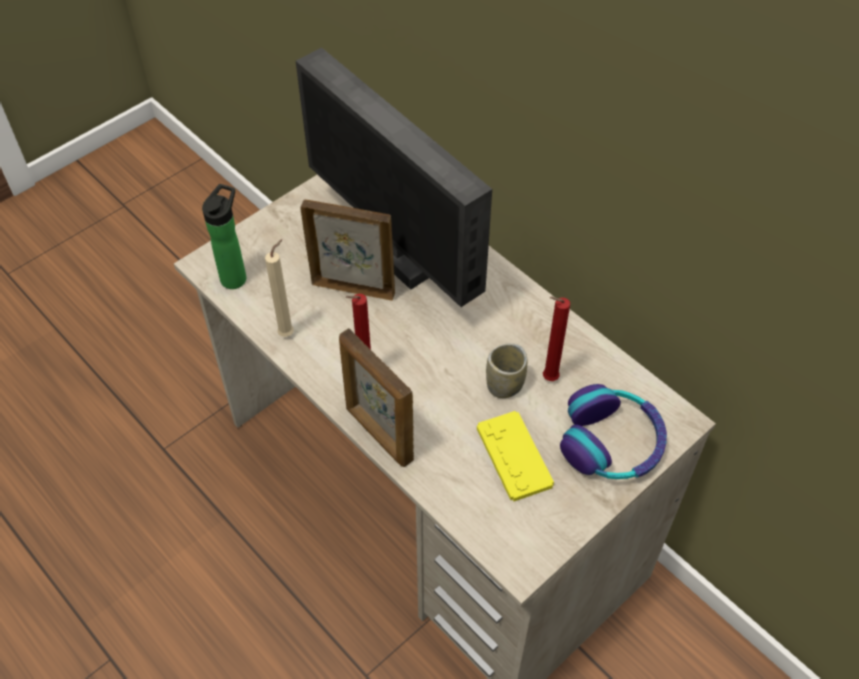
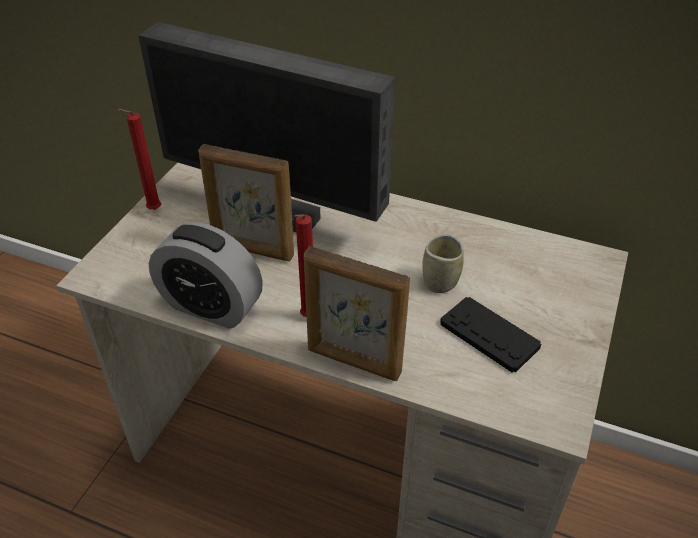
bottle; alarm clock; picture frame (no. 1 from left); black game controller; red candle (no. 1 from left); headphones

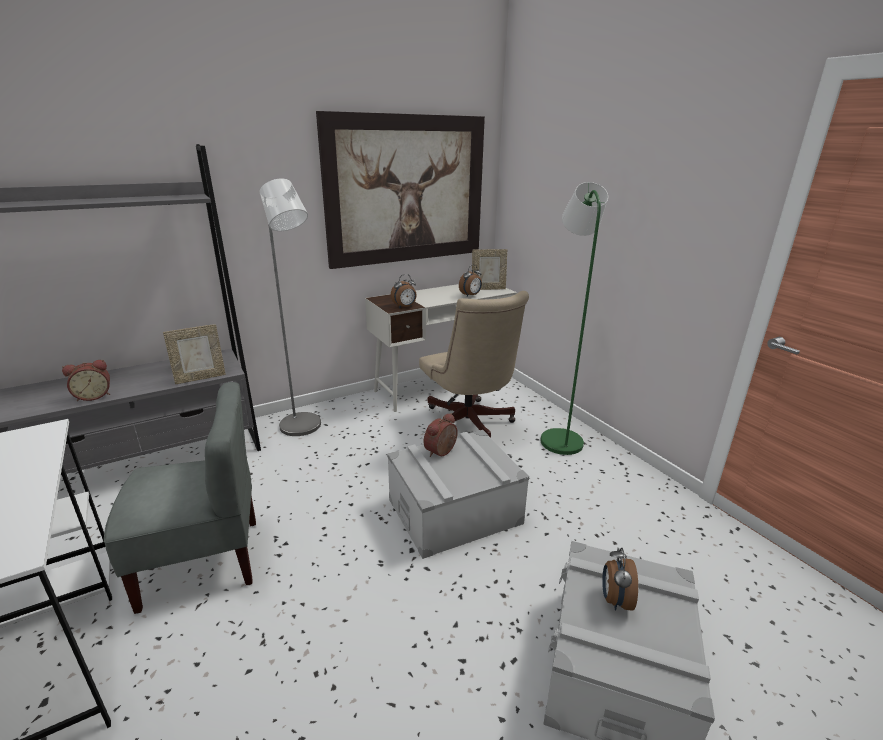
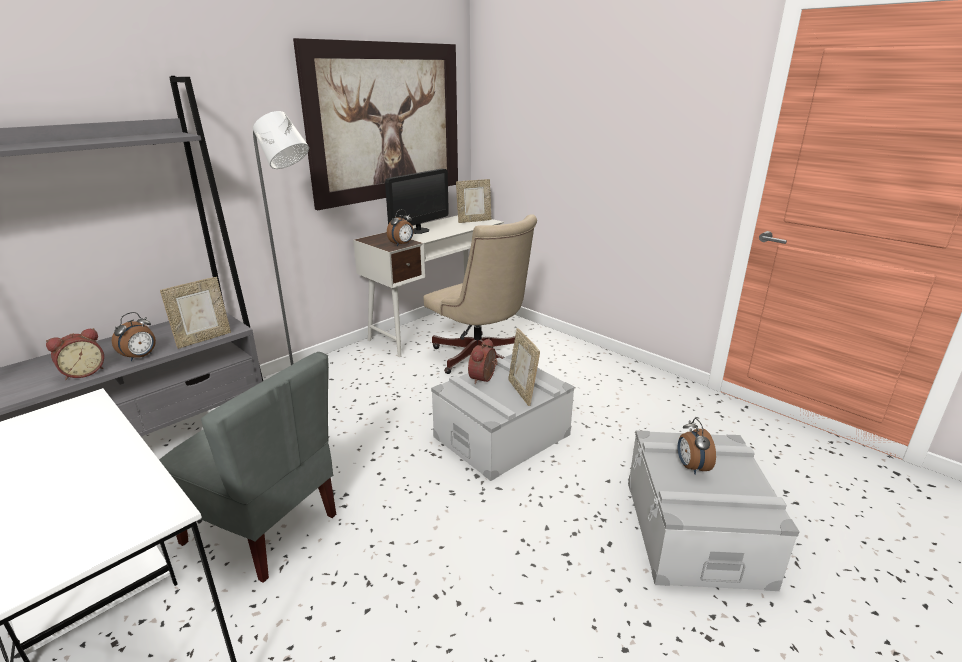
grey chair; alarm clock (no. 2 from left); green floor lamp; monitor; picture frame (no. 3 from left)

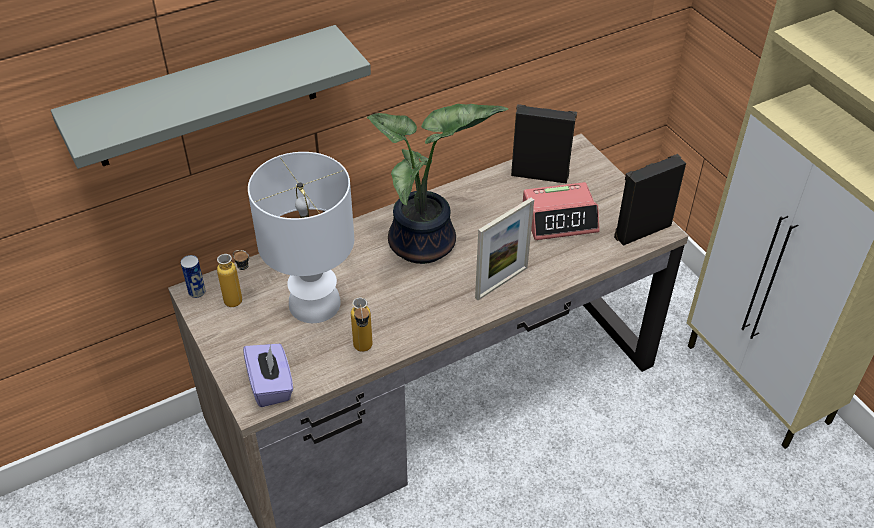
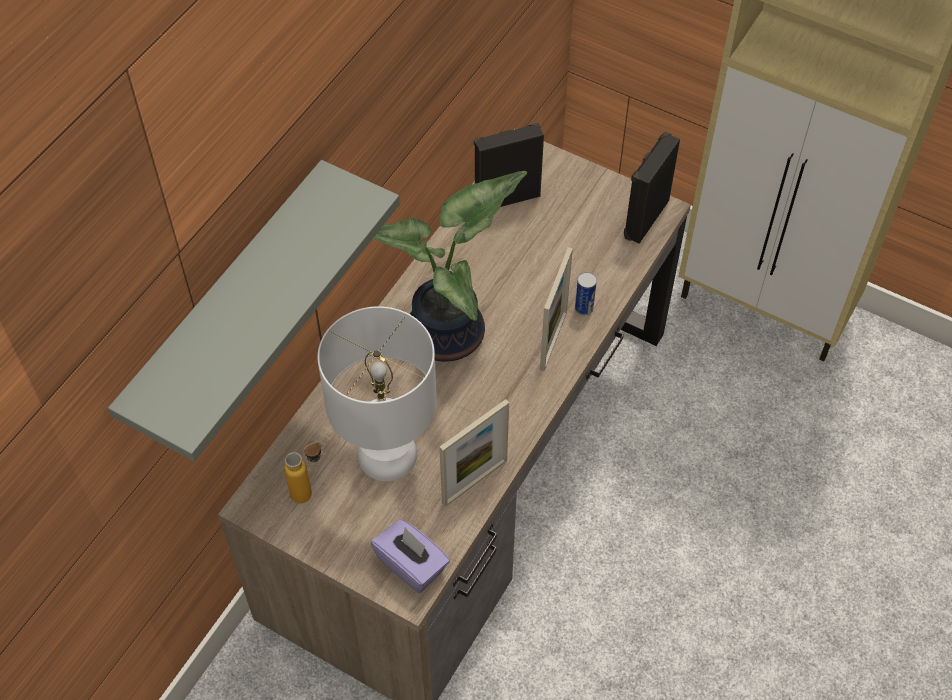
can; picture frame (no. 1 from left); alarm clock

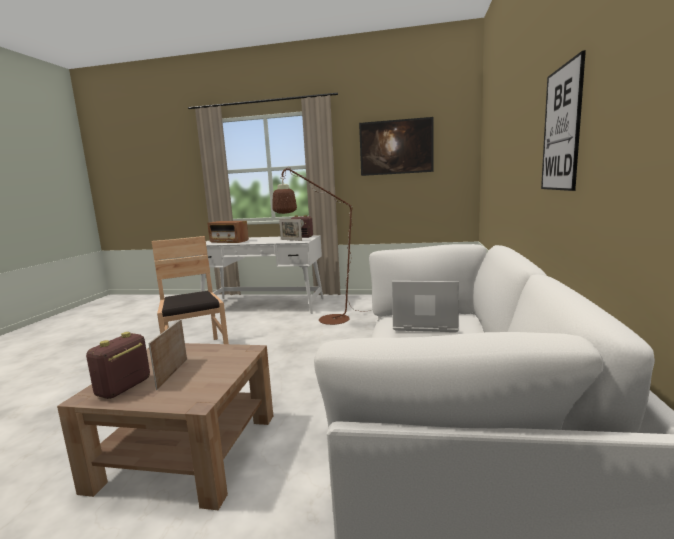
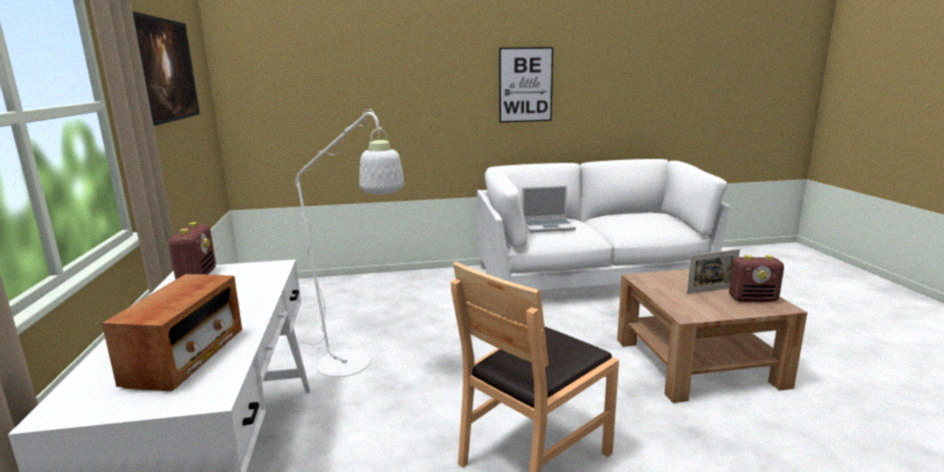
white floor lamp; picture frame (no. 2 from left in the first image); laptop

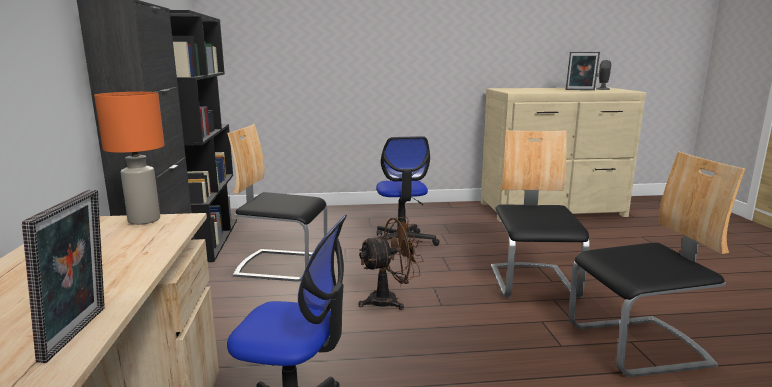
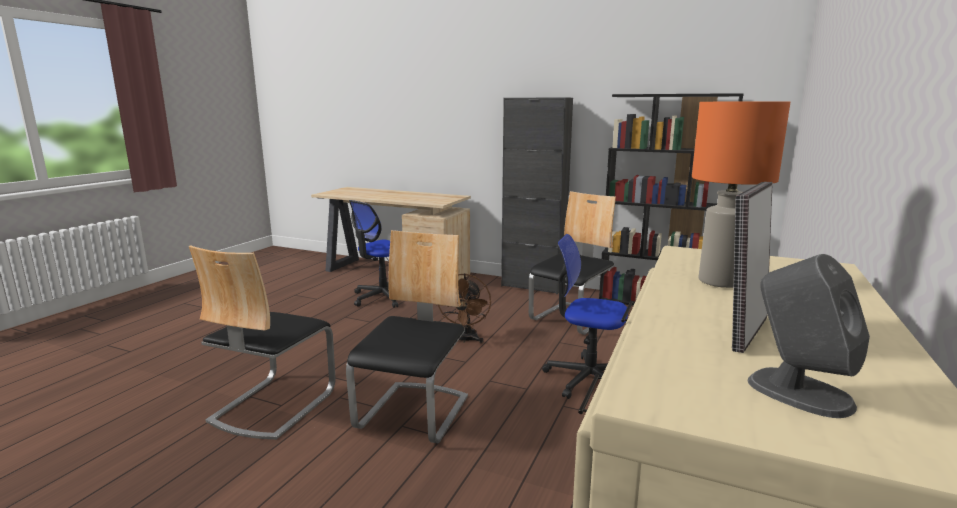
picture frame (no. 1 from left in the first image); orange table lamp; chair (no. 2 from left)

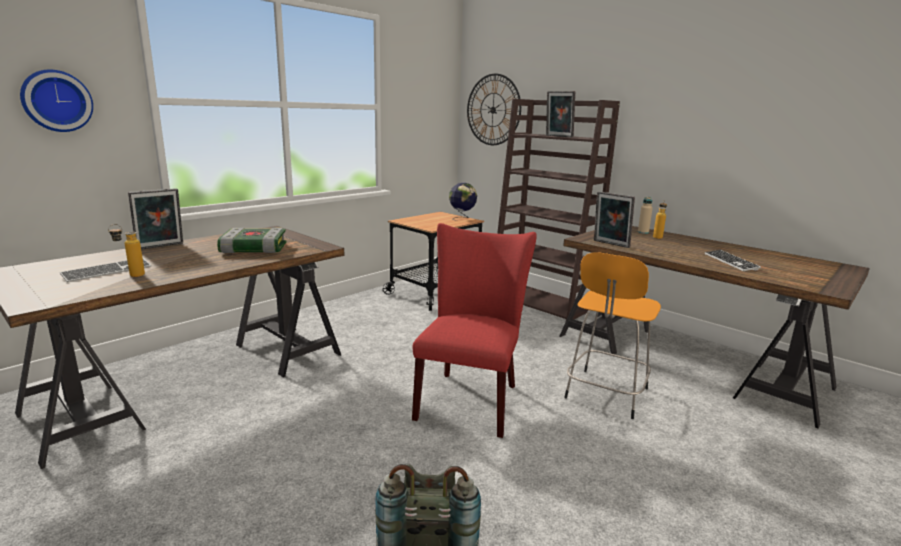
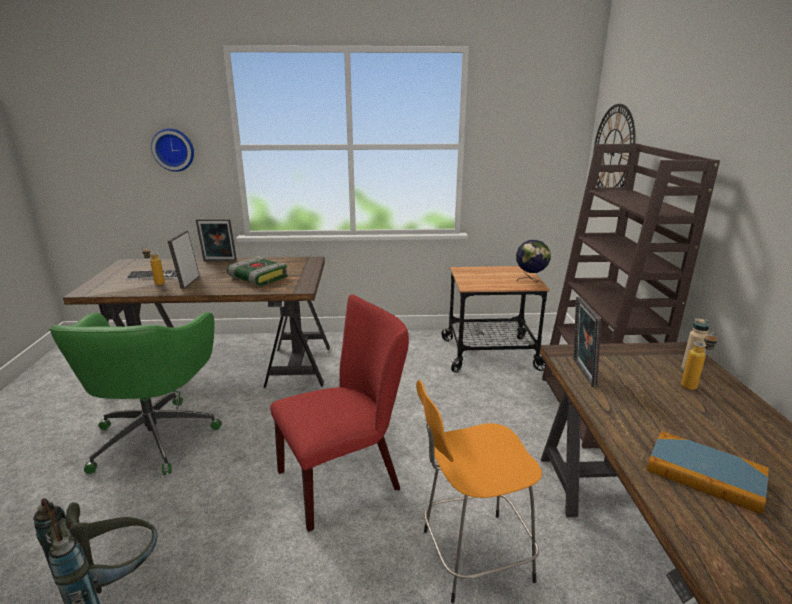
picture frame (no. 1 from left); book (no. 2 from left); green office chair

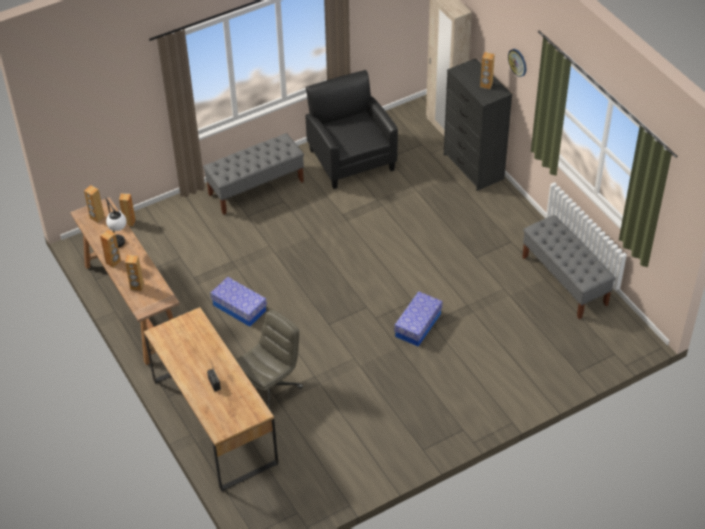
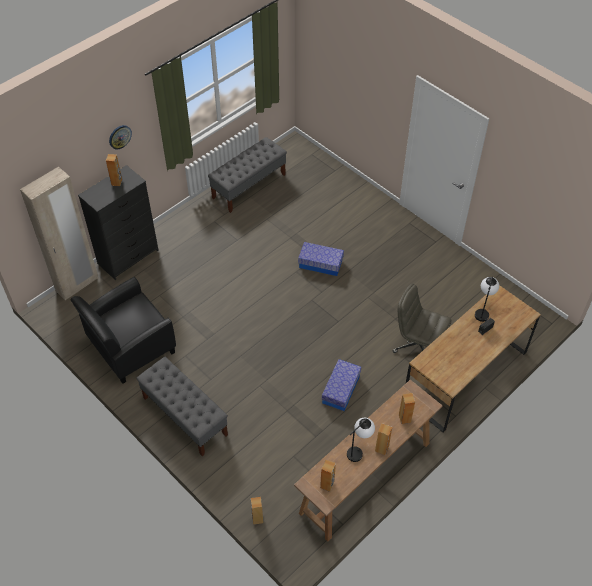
table lamp (no. 2 from left)

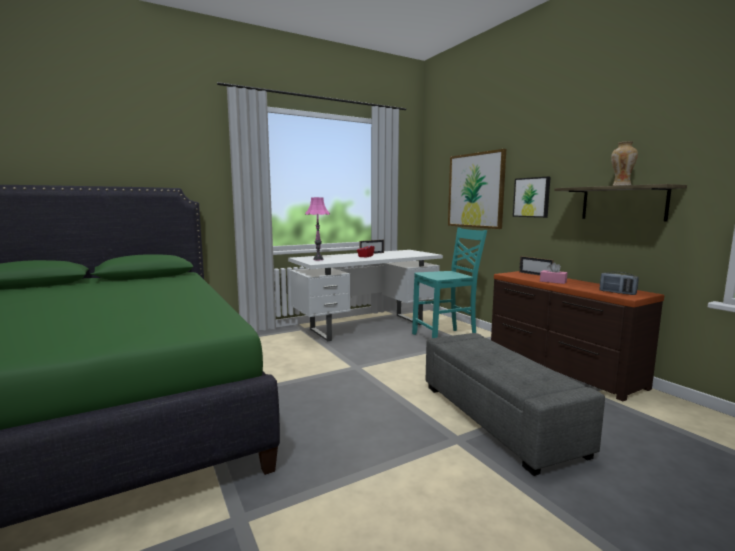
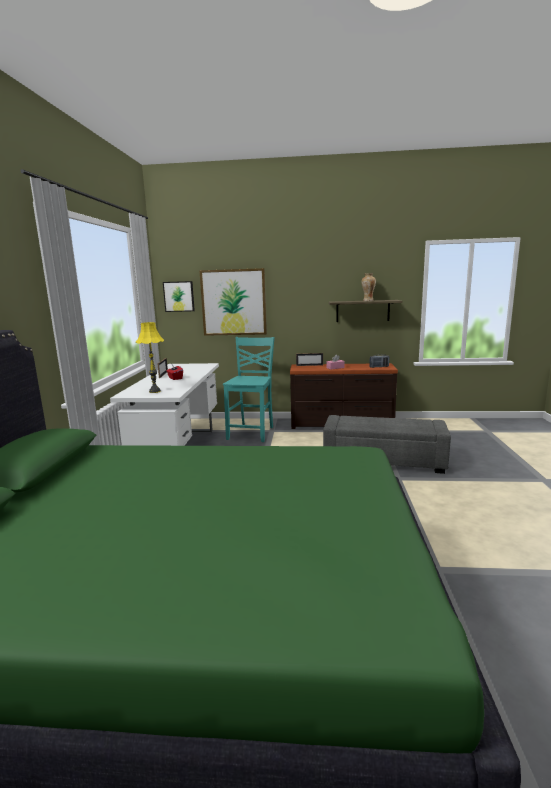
yellow table lamp; picture (no. 1 from left)

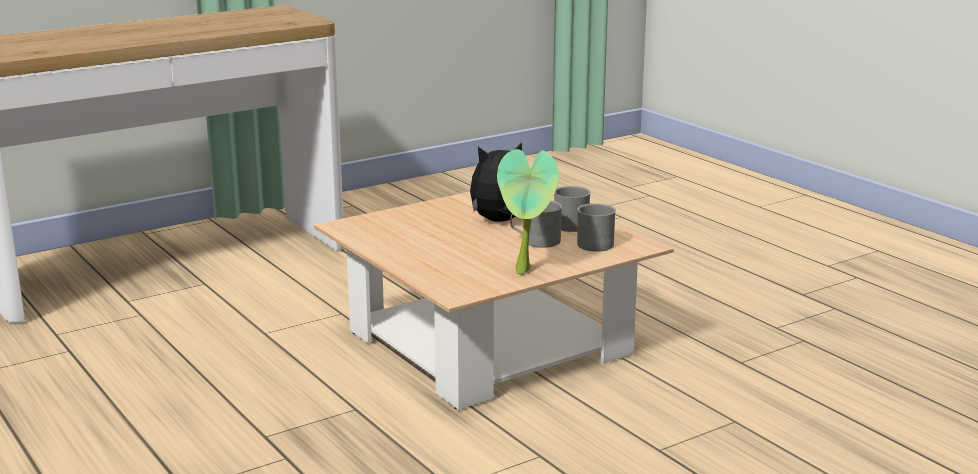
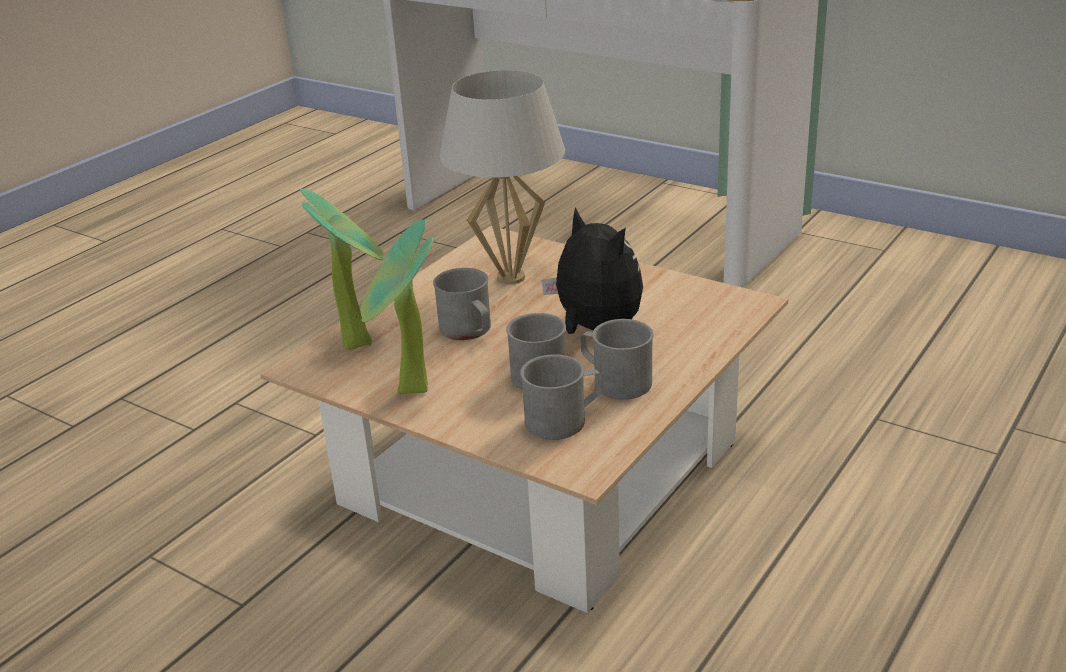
potted plant (no. 1 from left); grey mug (no. 1 from left); white table lamp

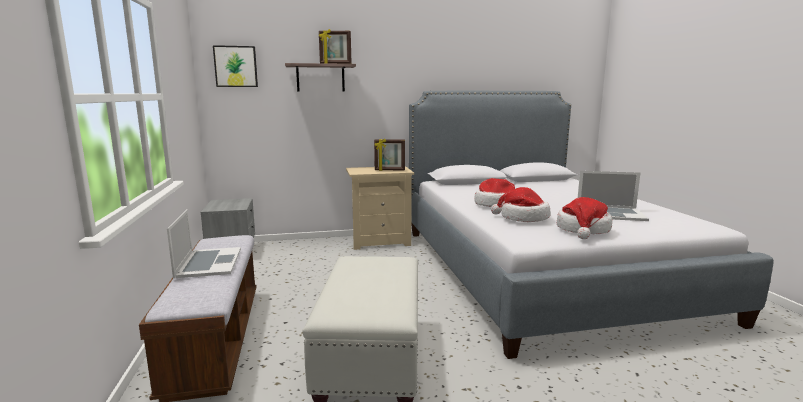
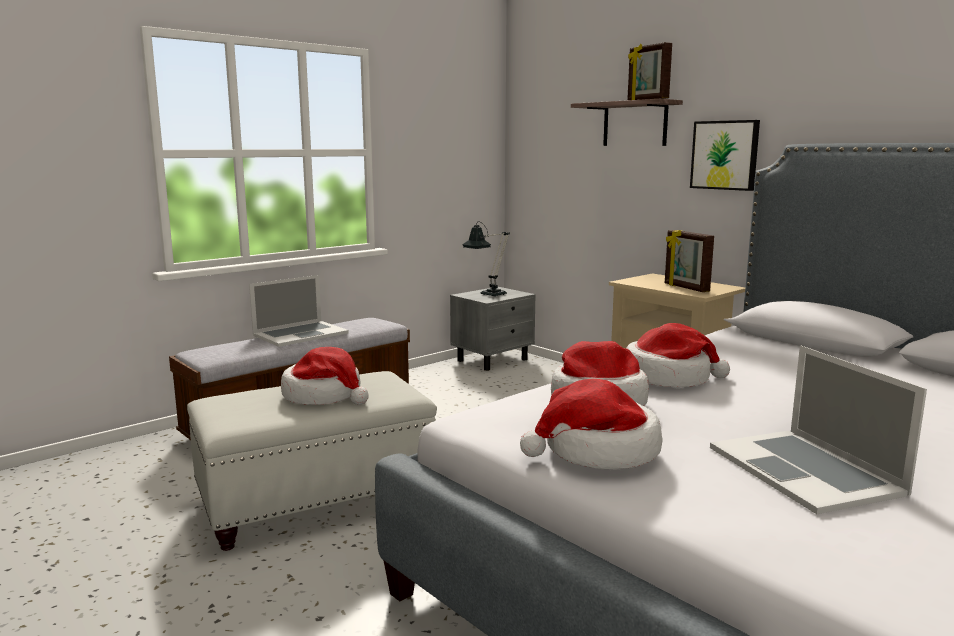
picture; hat (no. 1 from left); table lamp

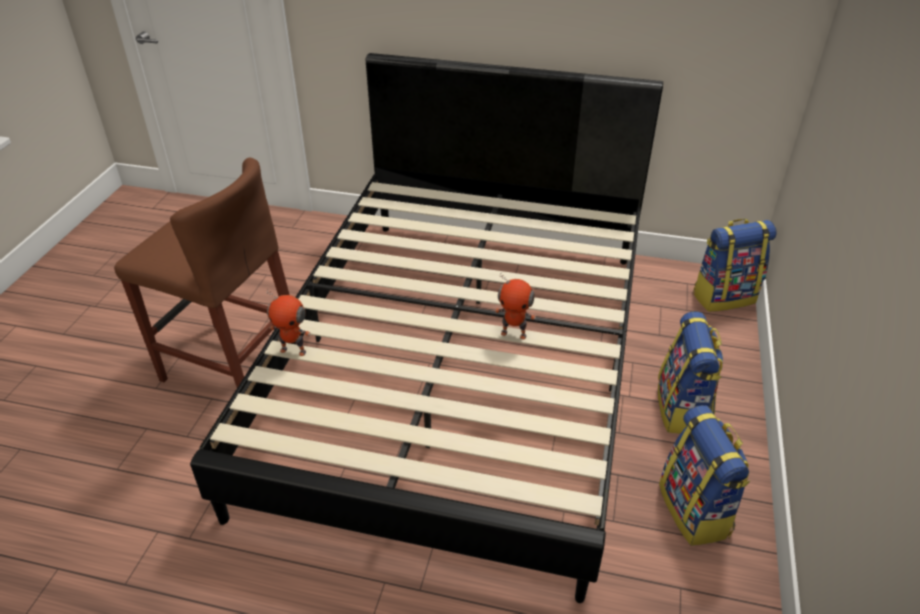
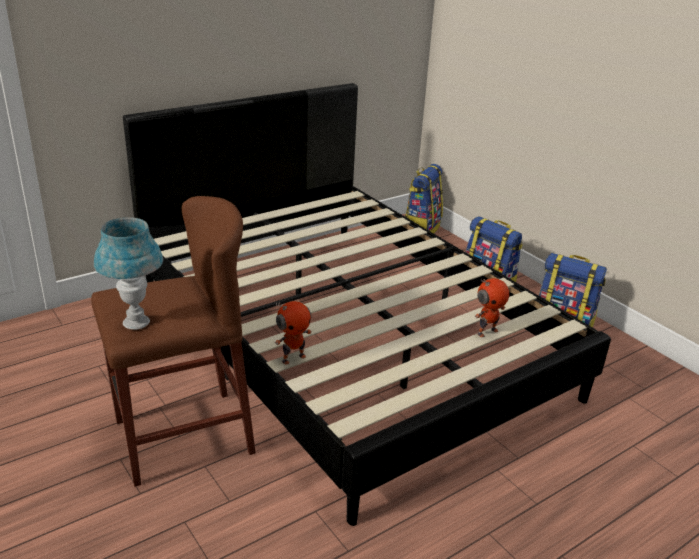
toy robot (no. 2 from left); blue table lamp

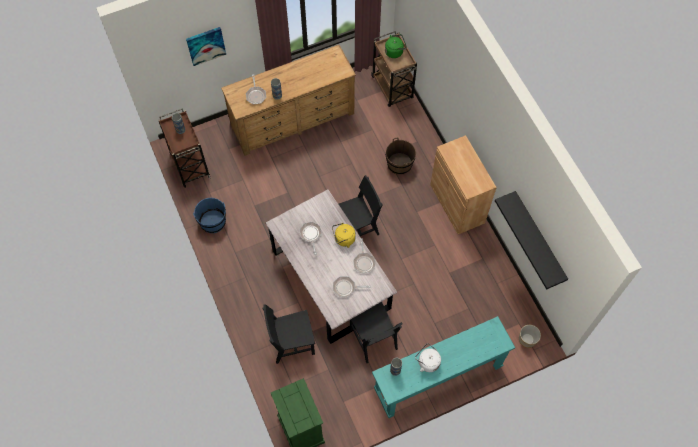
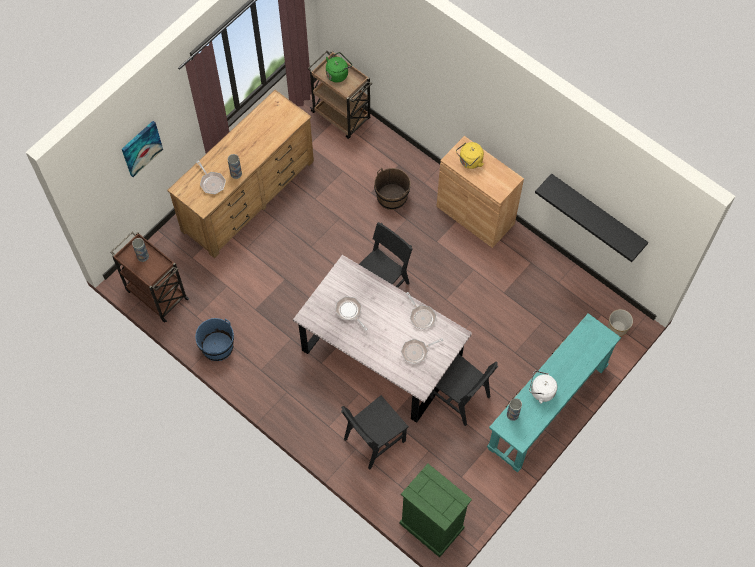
yellow kettle

